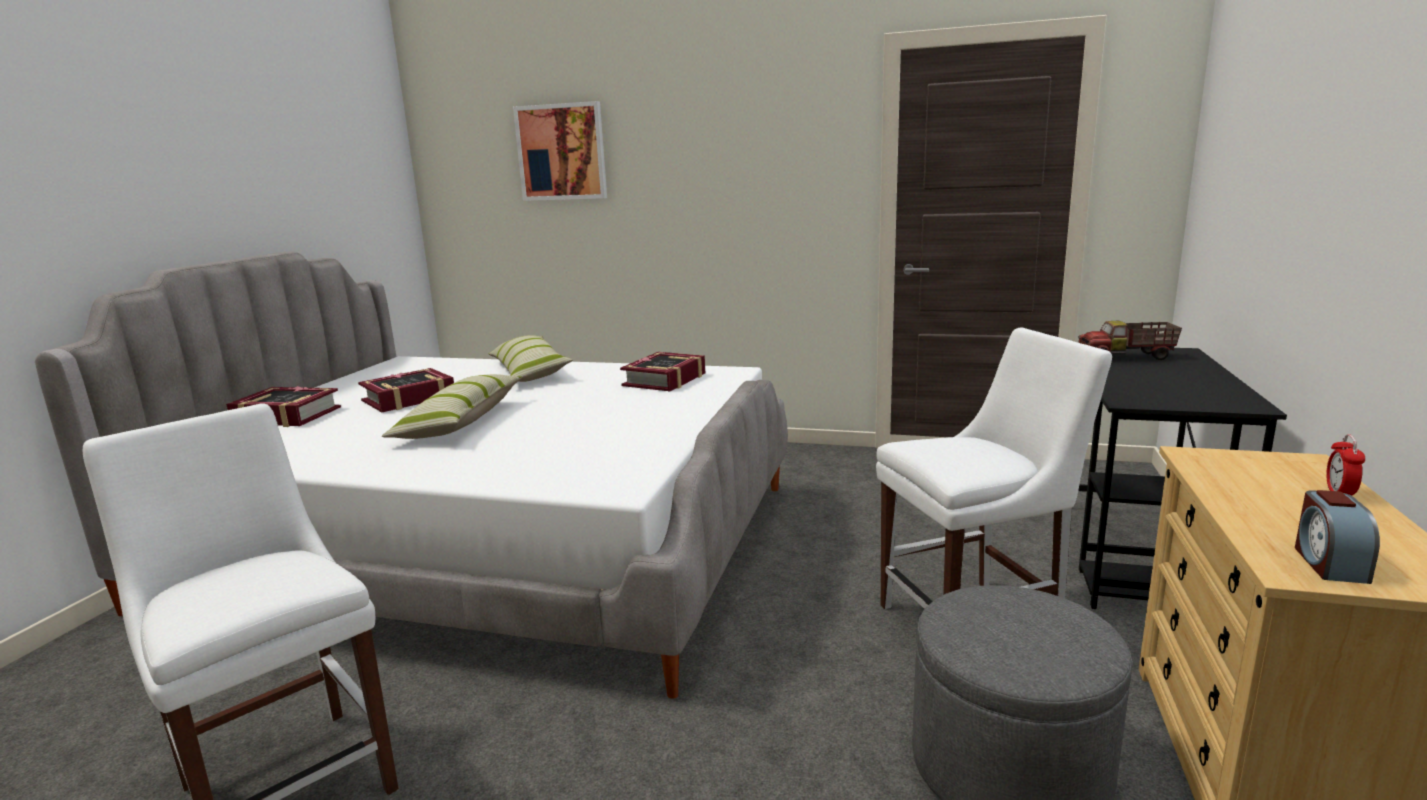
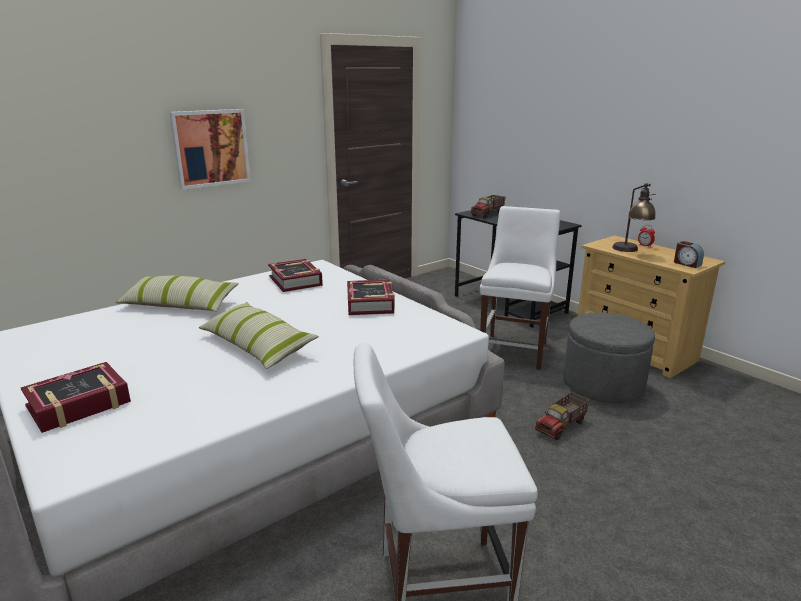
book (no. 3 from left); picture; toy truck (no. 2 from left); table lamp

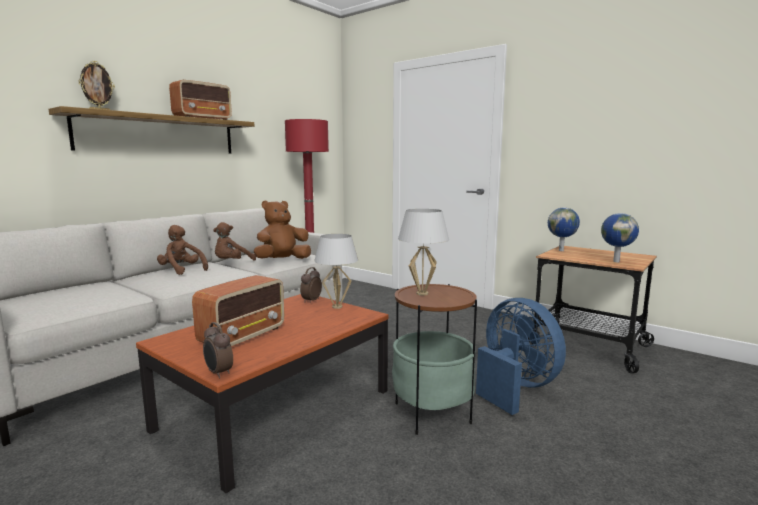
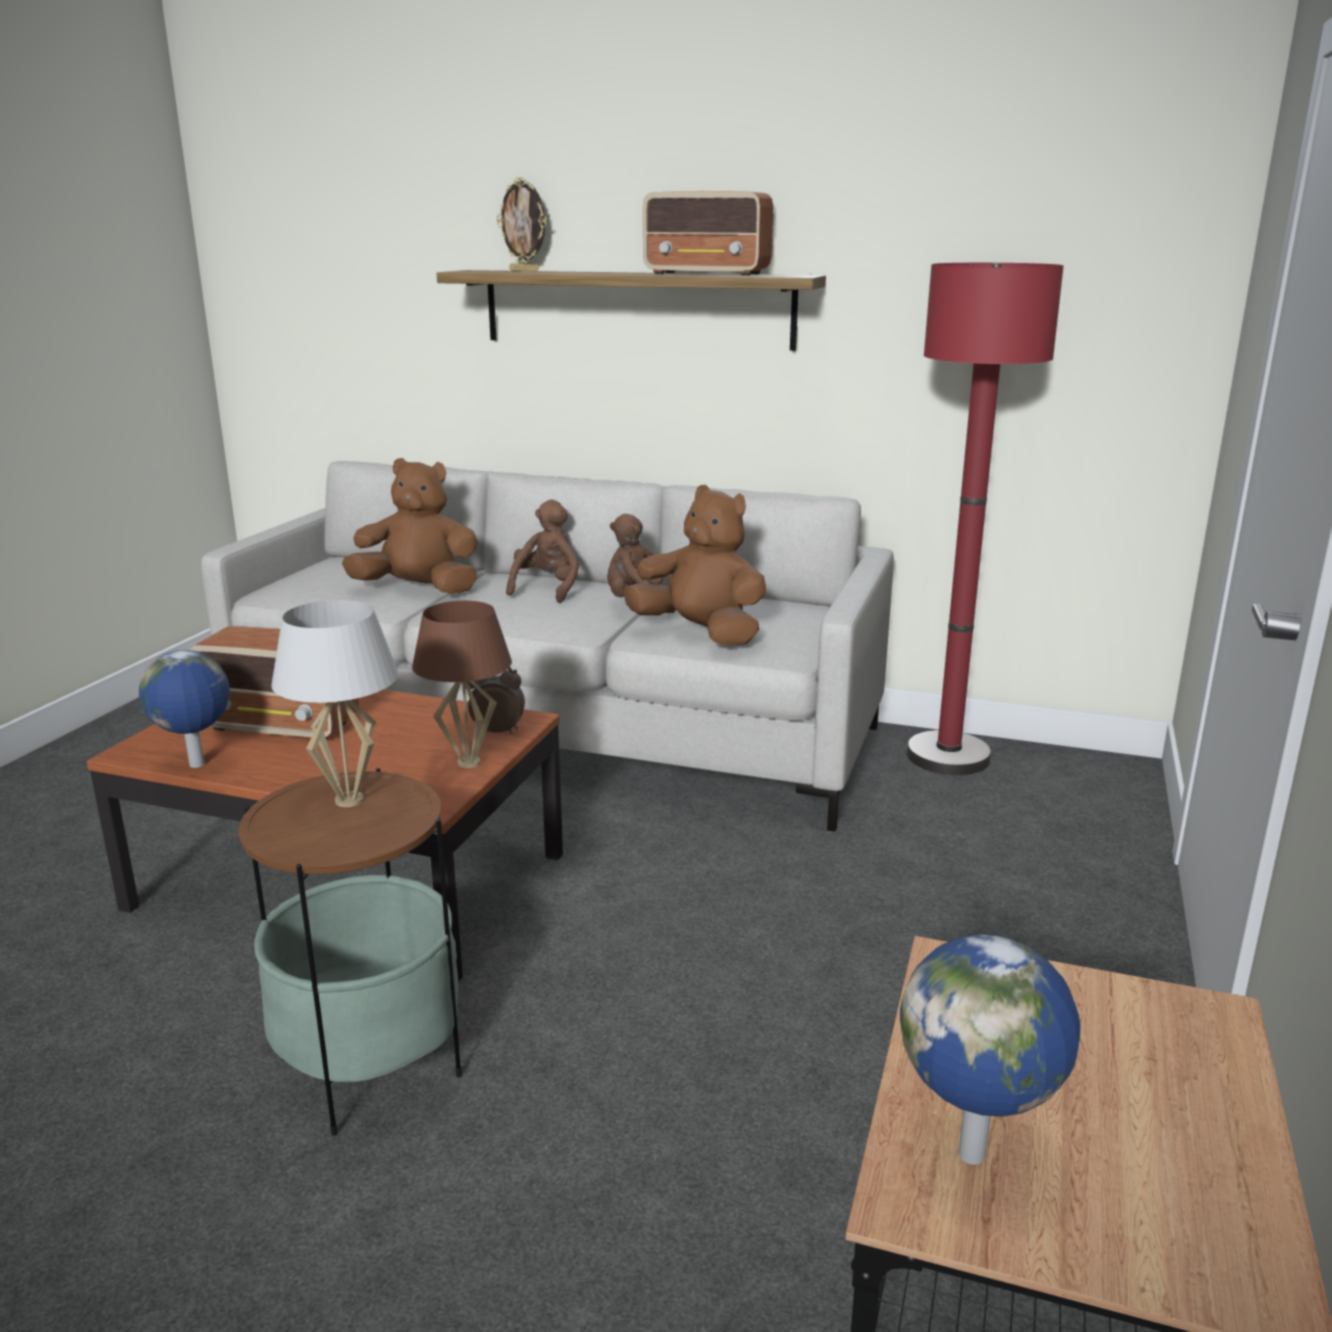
alarm clock (no. 1 from left in the first image); brown table lamp; blue fan; globe (no. 1 from left); brown plush toy (no. 1 from left)

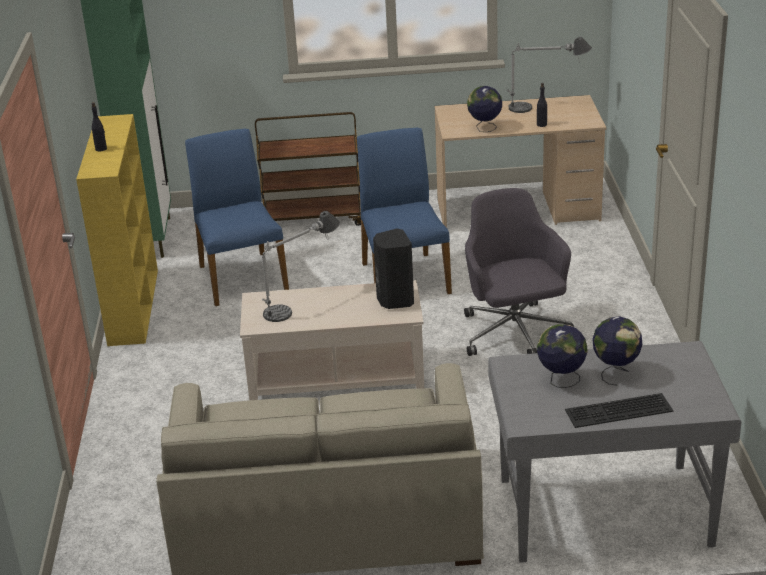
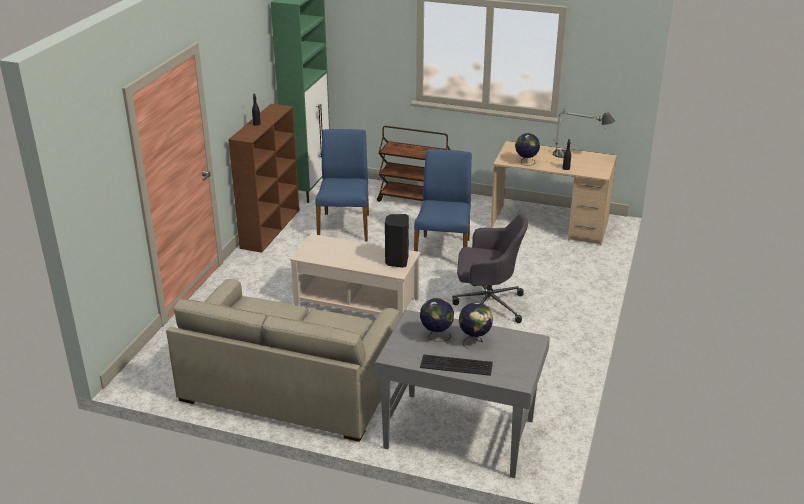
brown bookcase; table lamp (no. 1 from left in the first image); grey office chair

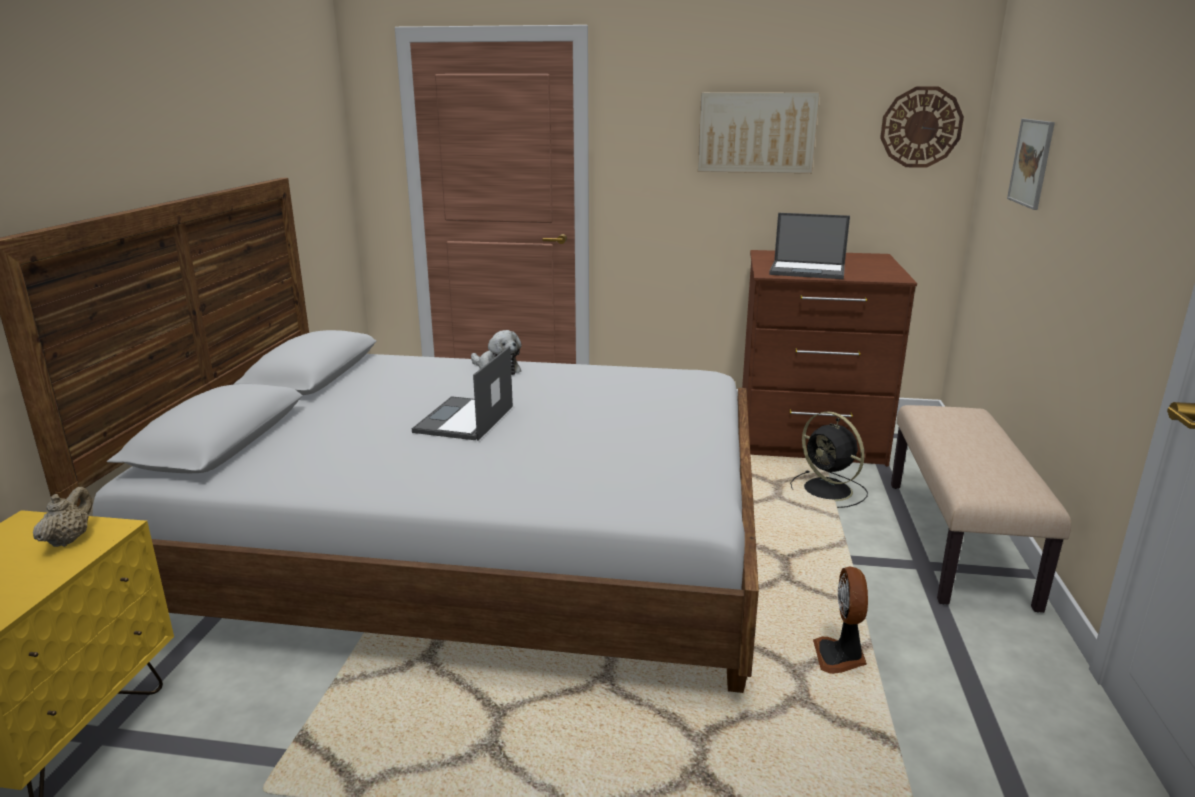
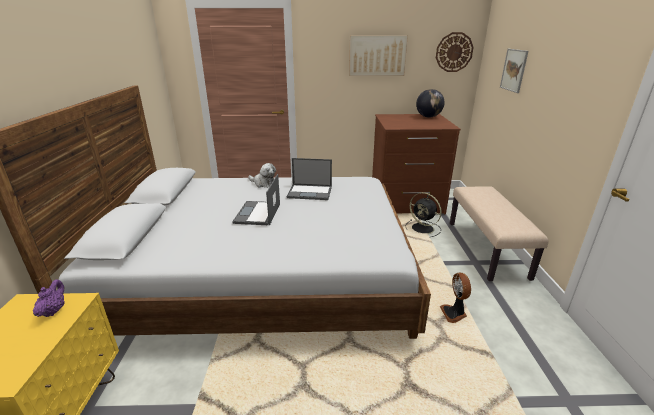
purple teapot; laptop (no. 2 from left); globe

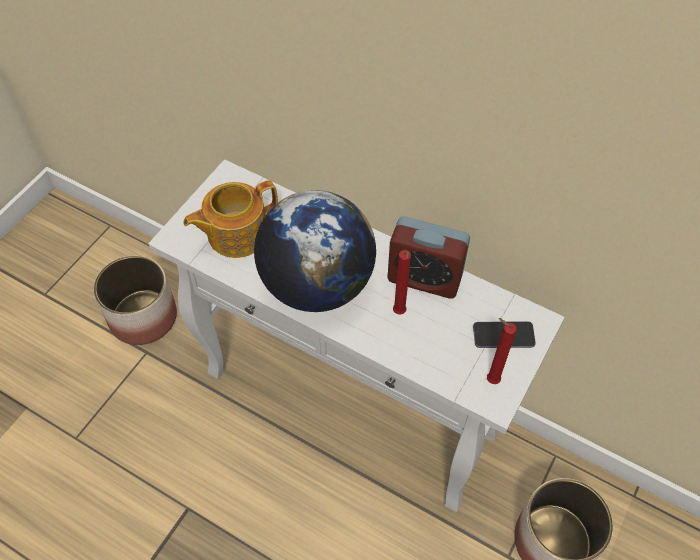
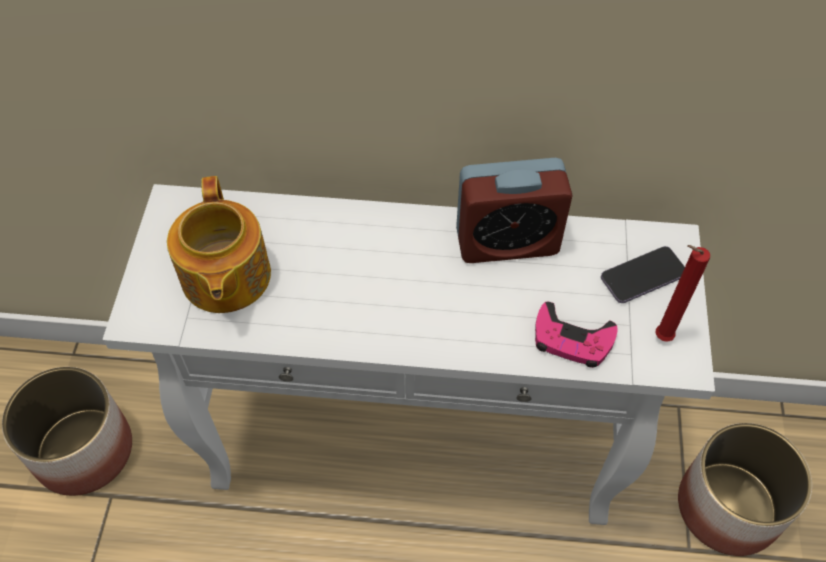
teapot; globe; red candle (no. 1 from left in the first image); pink game controller

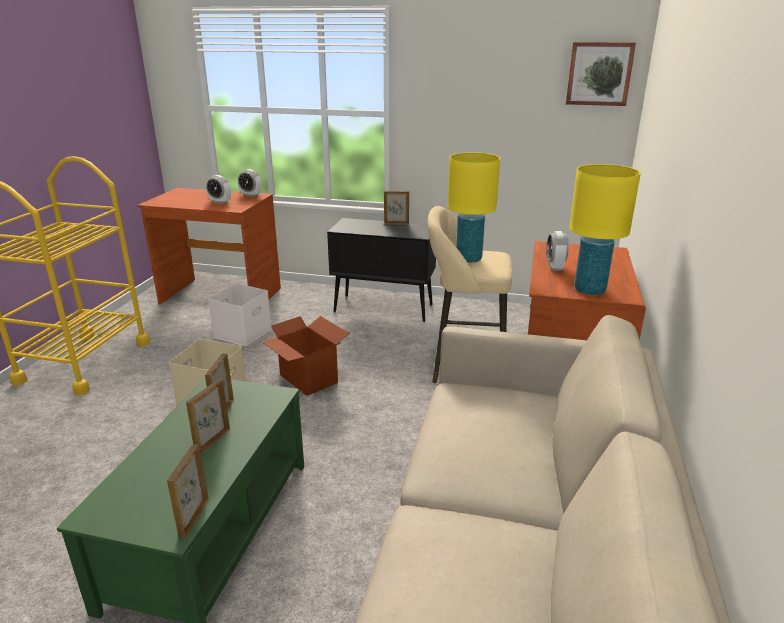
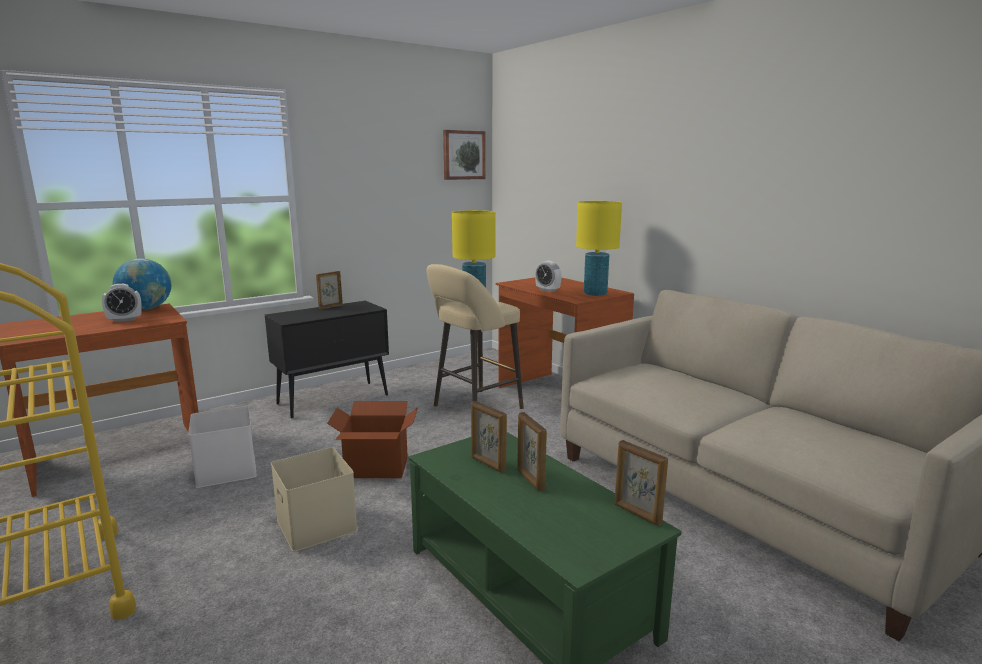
globe

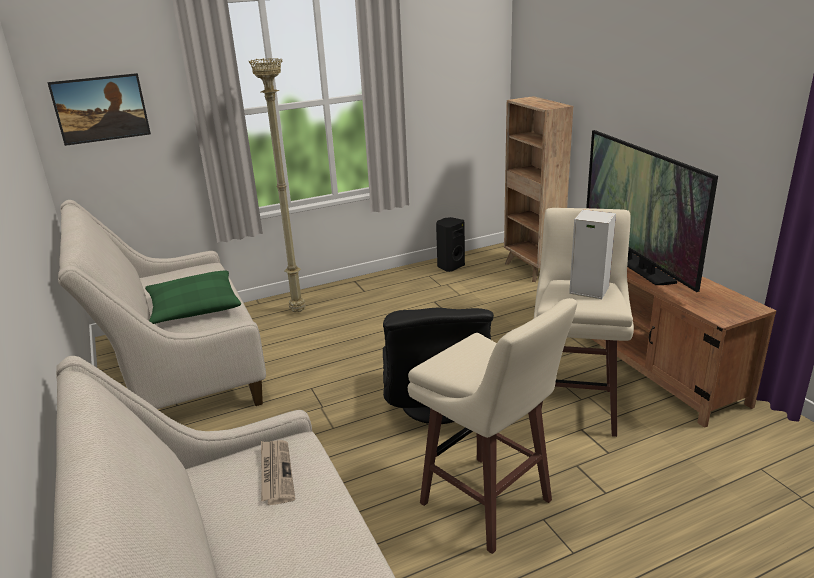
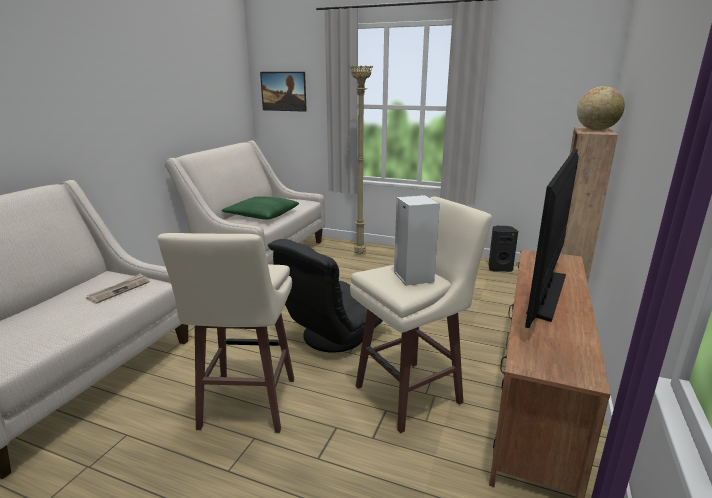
globe

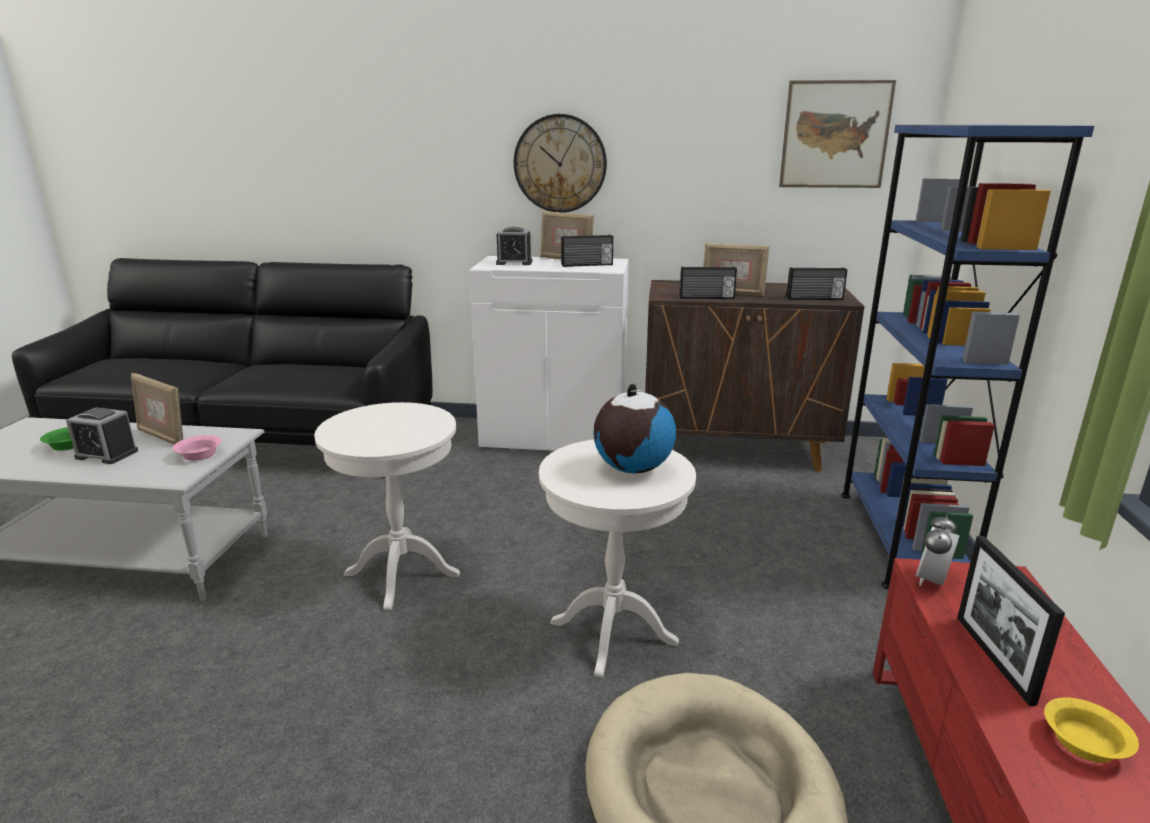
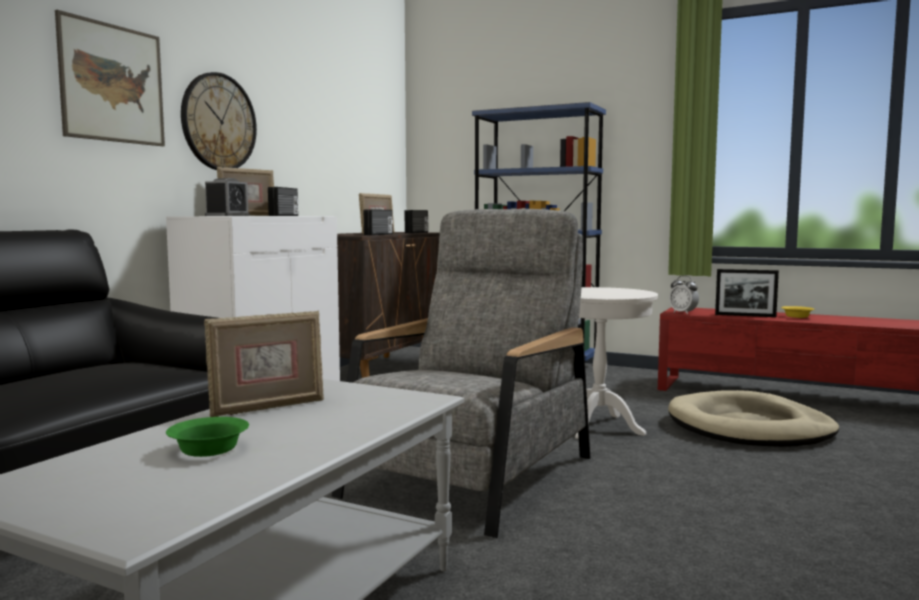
alarm clock (no. 1 from left in the first image); pink bowl; grey armchair; globe; picture

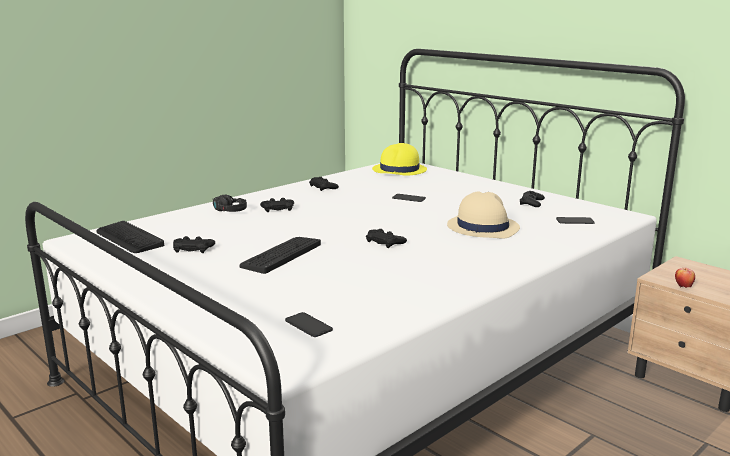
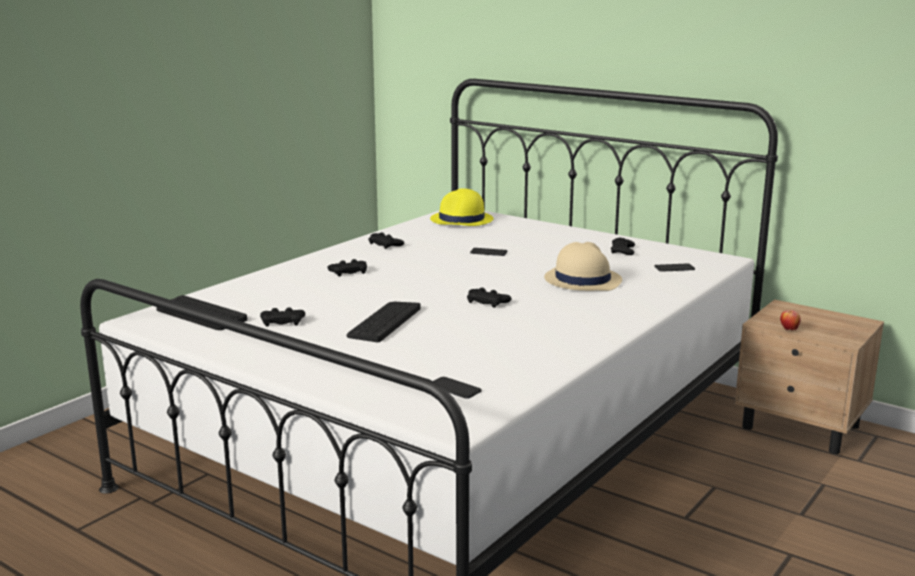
black headphones

